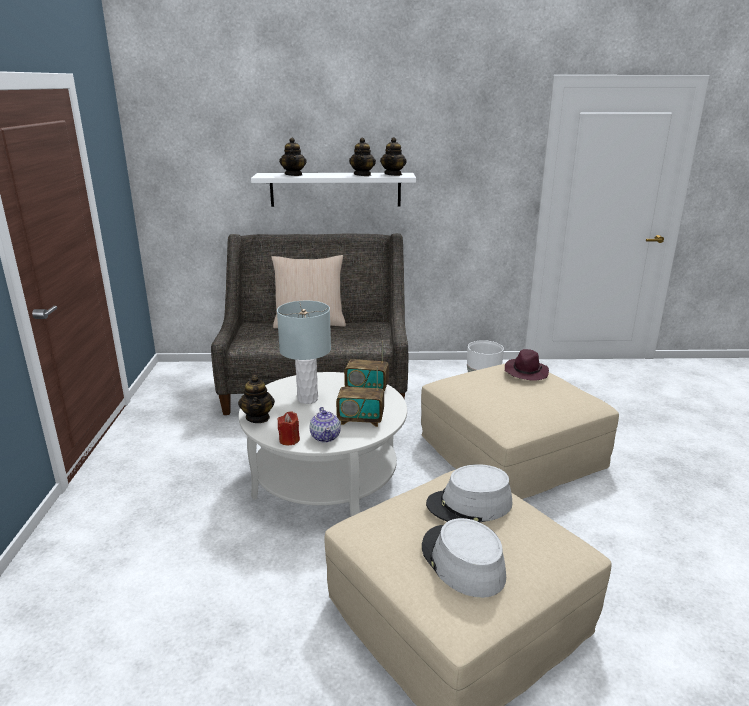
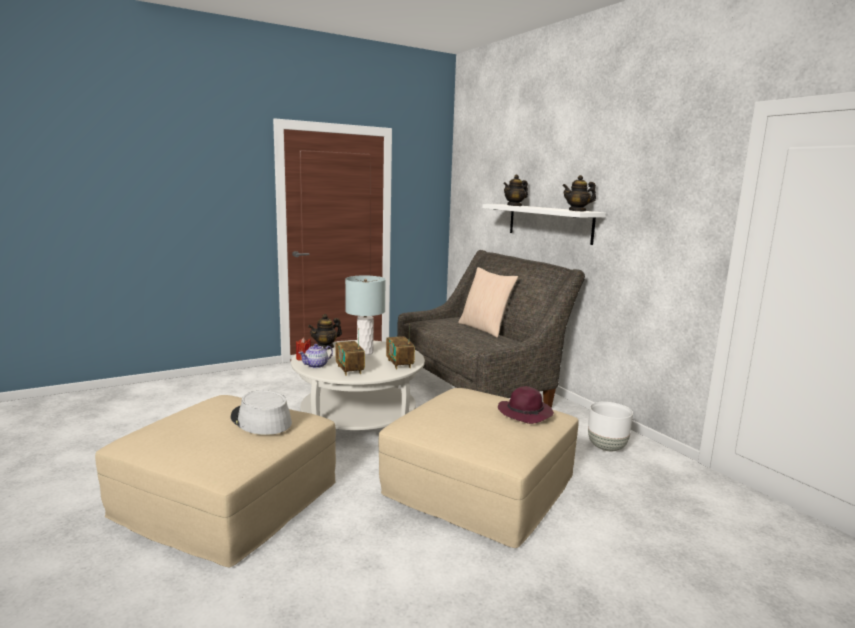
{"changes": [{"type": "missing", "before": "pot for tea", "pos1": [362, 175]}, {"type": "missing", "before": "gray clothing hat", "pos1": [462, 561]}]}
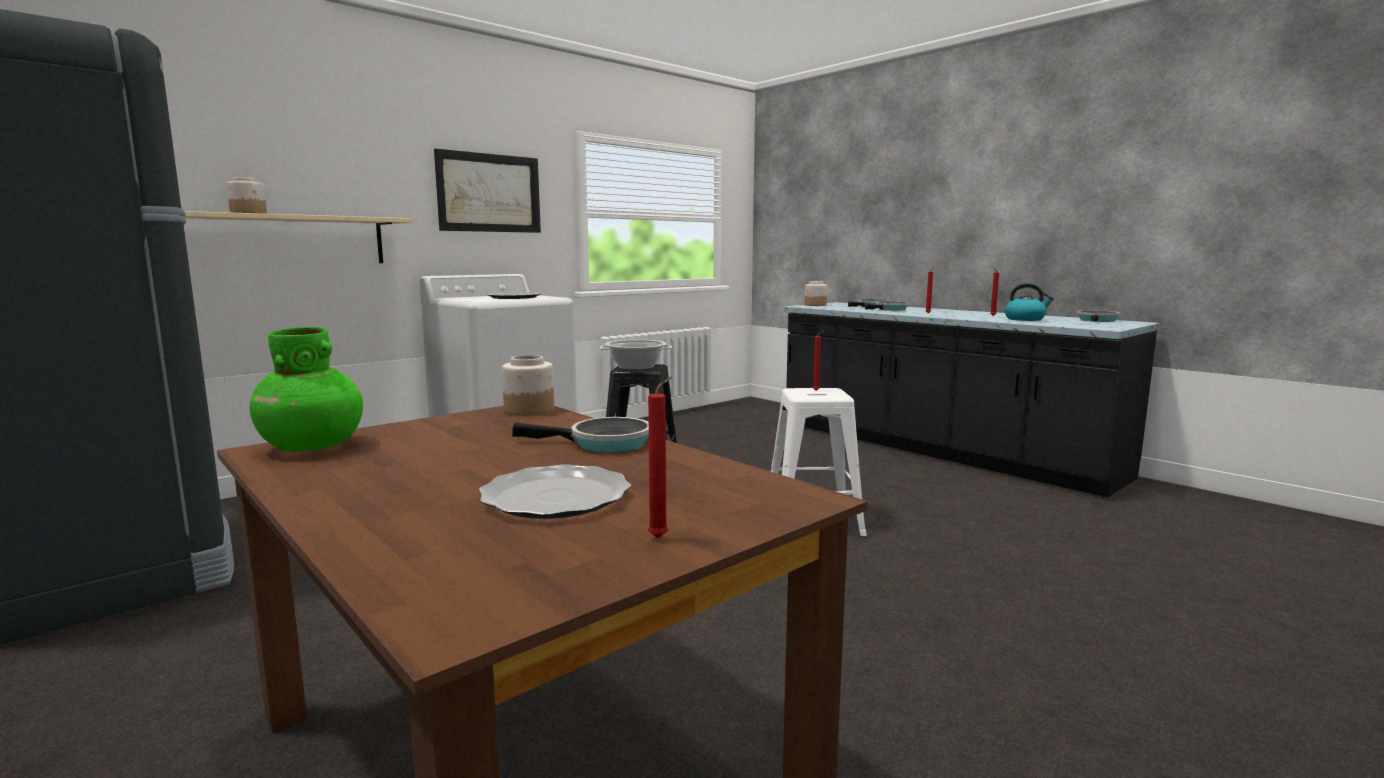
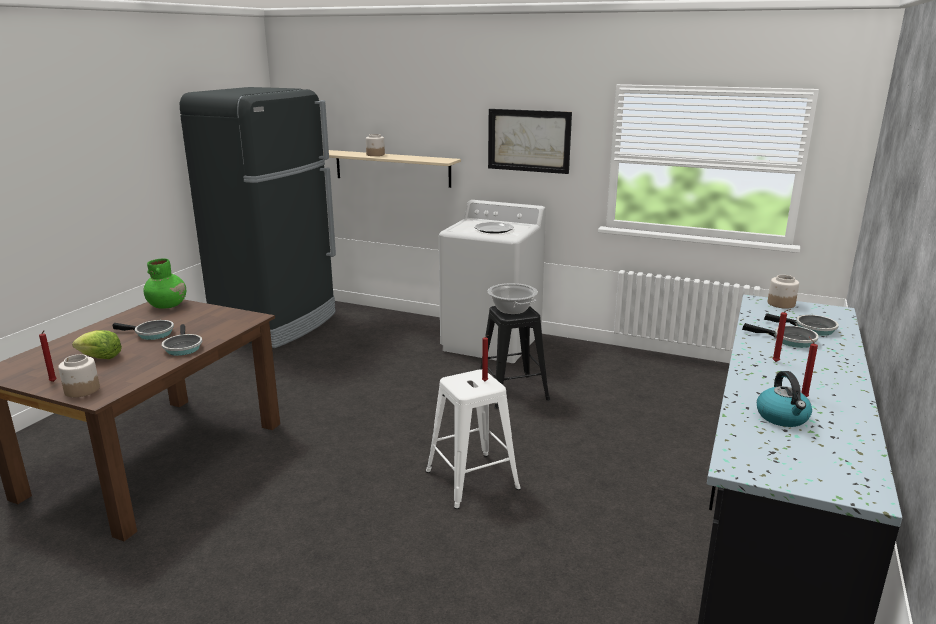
{"changes": [{"type": "relocated", "before": "frying pan", "pos1": [1097, 320], "pos2": [151, 334]}, {"type": "relocated", "before": "jar", "pos1": [528, 410], "pos2": [81, 390]}, {"type": "exchanged", "before": "dinner plate", "after": "lettuce head", "pos1": [557, 497], "pos2": [100, 358]}]}
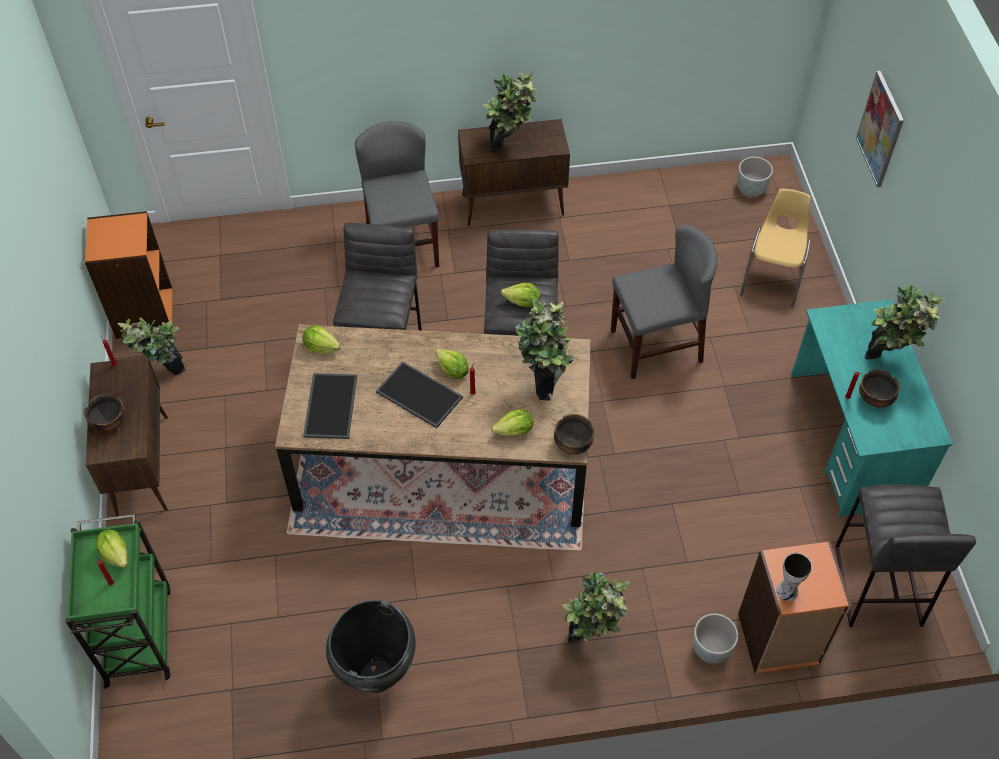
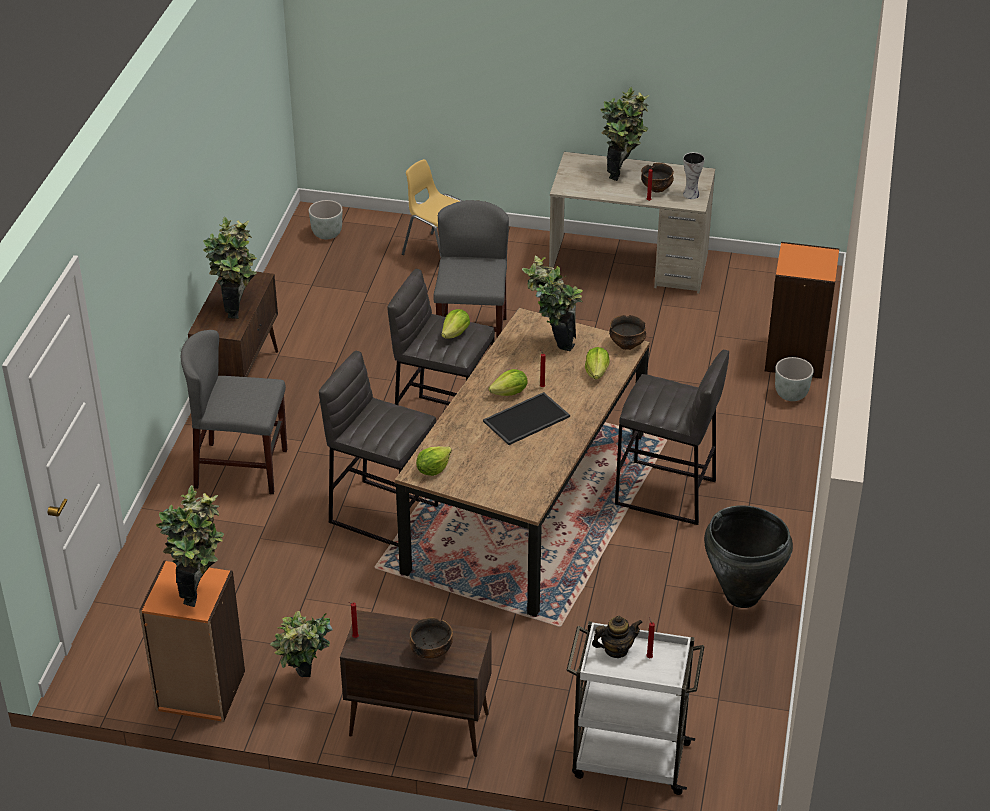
{"changes": [{"type": "missing", "before": "wall art", "pos1": [880, 129]}, {"type": "colour", "before": "blue-green desk table", "after": "beige desk table", "pos1": [851, 439], "pos2": [629, 264]}, {"type": "missing", "before": "serving tray", "pos1": [329, 405]}, {"type": "relocated", "before": "gray stool seat", "pos1": [877, 586], "pos2": [666, 493]}, {"type": "colour", "before": "green wheeled cart", "after": "whitish wheeled cart", "pos1": [138, 633], "pos2": [628, 760]}, {"type": "exchanged", "before": "lettuce head", "after": "pot for tea", "pos1": [116, 554], "pos2": [616, 650]}, {"type": "relocated", "before": "decorative vase", "pos1": [788, 590], "pos2": [691, 194]}, {"type": "relocated", "before": "houseplant", "pos1": [592, 637], "pos2": [199, 588]}]}
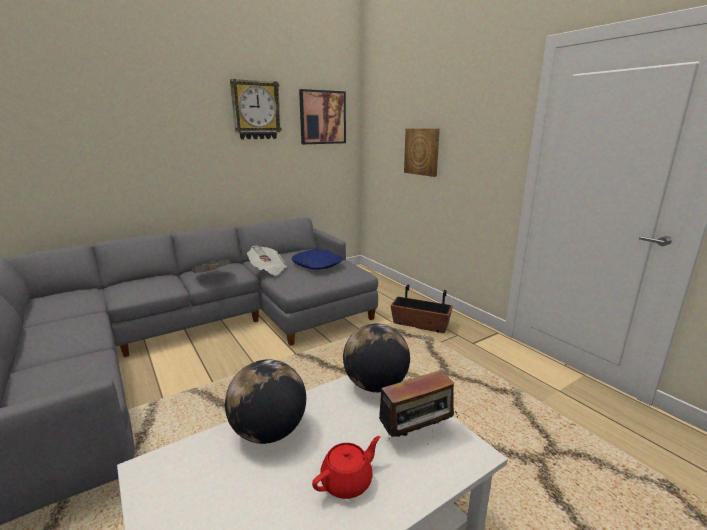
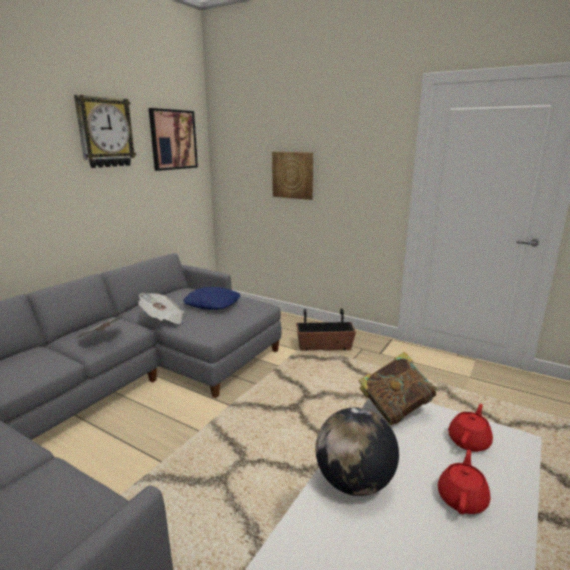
{"changes": [{"type": "exchanged", "before": "world globe", "after": "bound book", "pos1": [375, 385], "pos2": [395, 409]}, {"type": "exchanged", "before": "radio receiver", "after": "reddish pot for tea", "pos1": [416, 435], "pos2": [469, 441]}]}
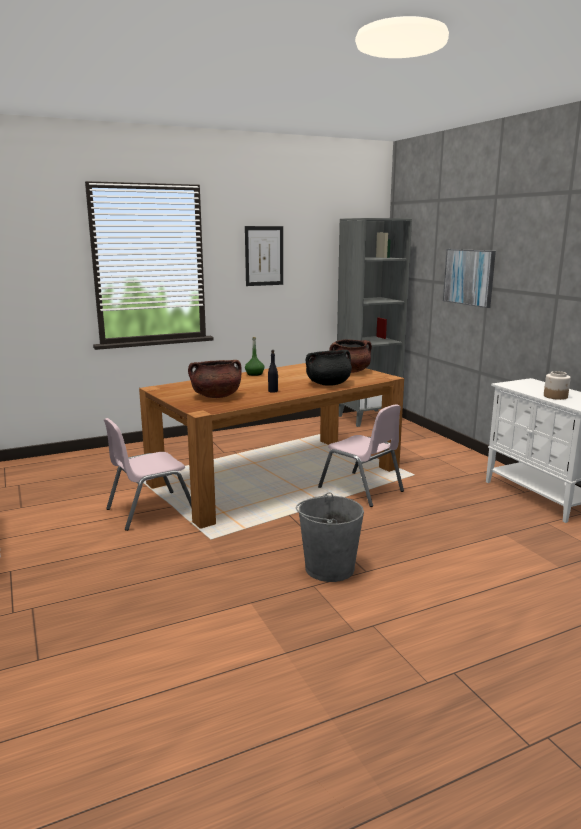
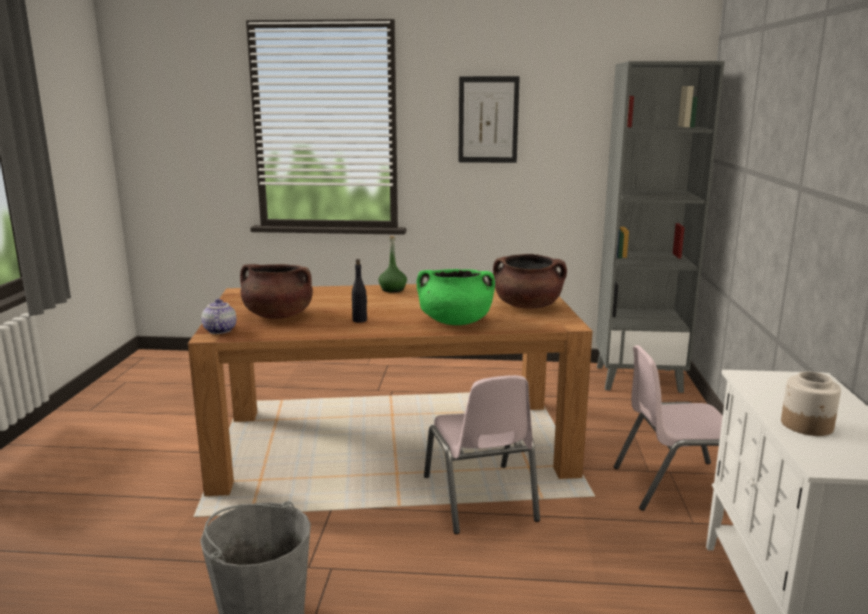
{"changes": [{"type": "missing", "before": "wall art", "pos1": [469, 277]}, {"type": "colour", "before": "blackish saucepot", "after": "green saucepot", "pos1": [328, 384], "pos2": [455, 322]}, {"type": "relocated", "before": "pink-coloured plain chair", "pos1": [150, 510], "pos2": [676, 486]}, {"type": "appeared", "after": "pot for tea", "pos2": [219, 330]}]}
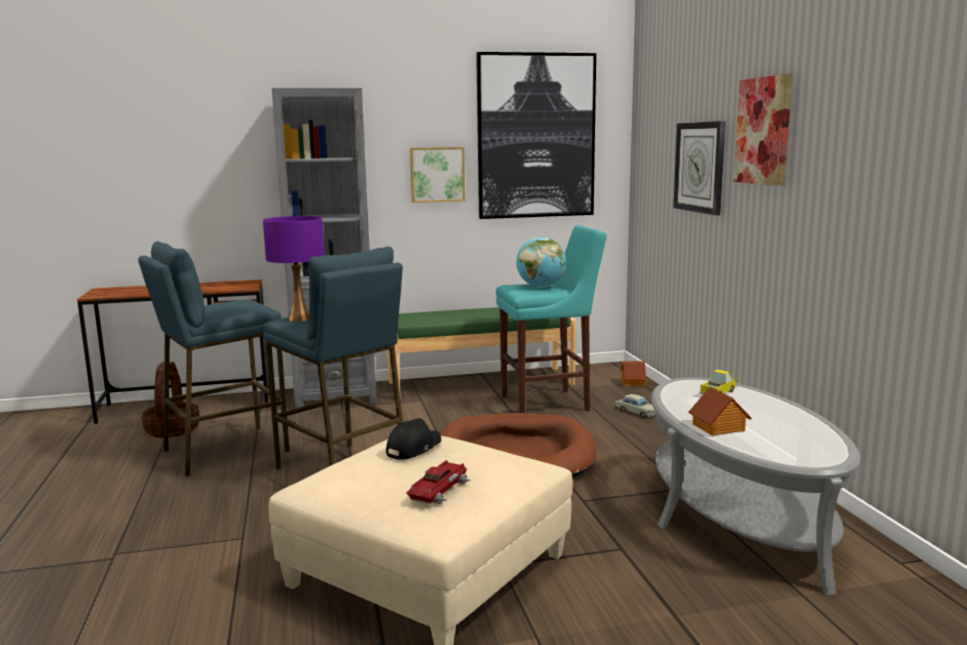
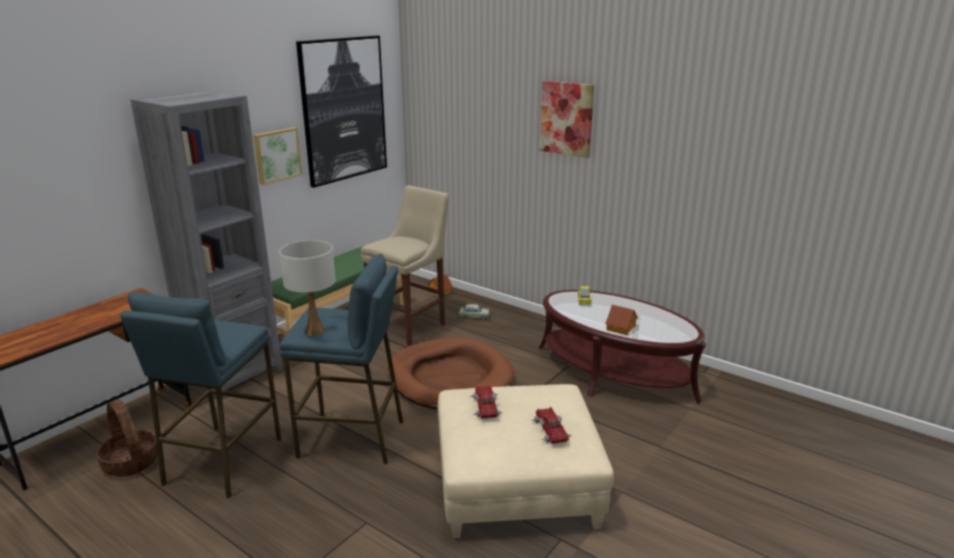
{"changes": [{"type": "missing", "before": "clock on the wall", "pos1": [700, 167]}, {"type": "colour", "before": "purplish lamp for a table", "after": "whitish lamp for a table", "pos1": [299, 319], "pos2": [314, 331]}, {"type": "colour", "before": "blue-green stool seat", "after": "beige stool seat", "pos1": [549, 403], "pos2": [411, 326]}, {"type": "missing", "before": "world globe", "pos1": [541, 287]}, {"type": "colour", "before": "gray coffee table", "after": "brown-coloured coffee table", "pos1": [738, 516], "pos2": [614, 373]}, {"type": "exchanged", "before": "blackish peaked cap", "after": "model car", "pos1": [413, 448], "pos2": [485, 406]}]}
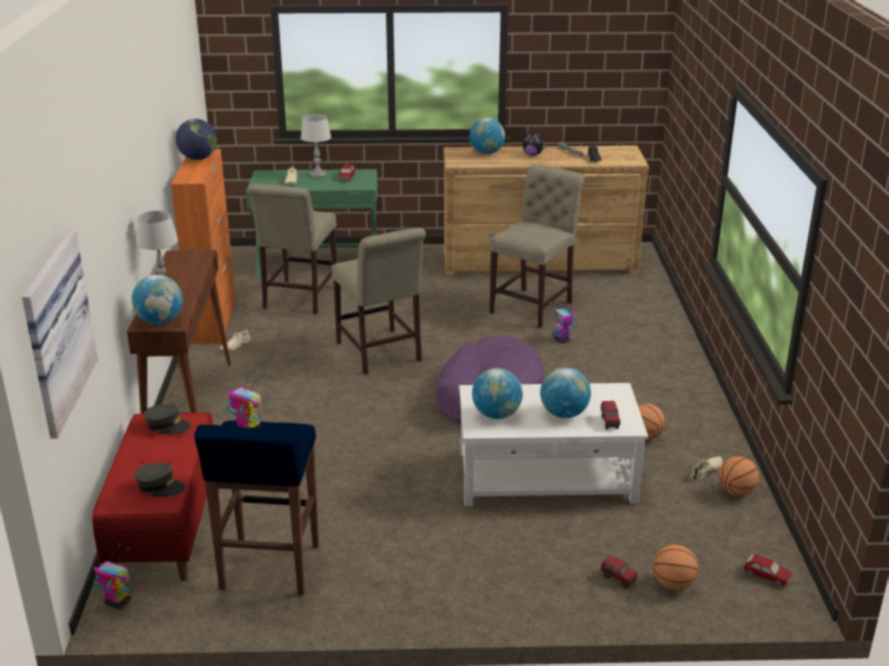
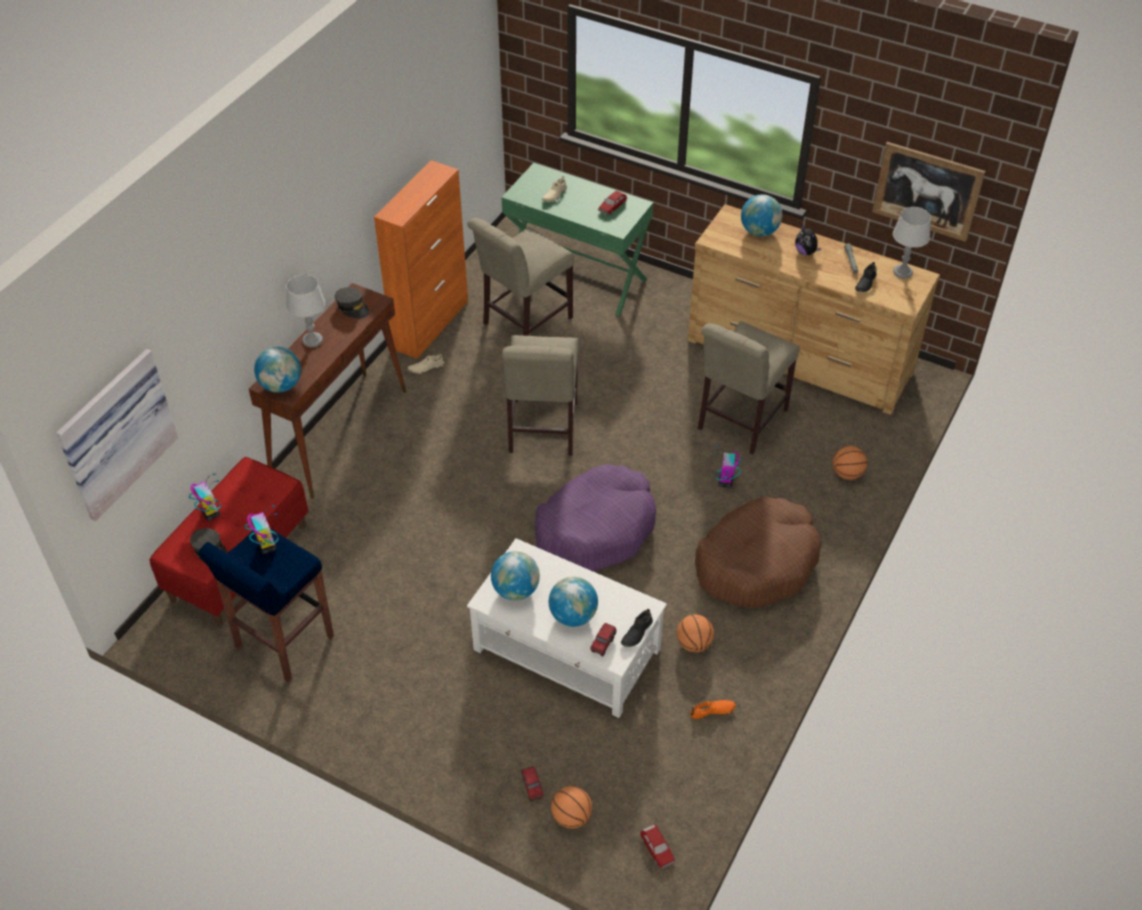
{"changes": [{"type": "relocated", "before": "gray lamp for a table", "pos1": [318, 175], "pos2": [902, 272]}, {"type": "missing", "before": "world globe", "pos1": [198, 158]}, {"type": "spun", "before": "beige plain chair", "pos1": [534, 306], "pos2": [739, 422], "turn": 150}, {"type": "relocated", "before": "gray peaked cap", "pos1": [167, 425], "pos2": [352, 307]}, {"type": "colour", "before": "beige low shoe", "after": "orange low shoe", "pos1": [706, 471], "pos2": [712, 711]}, {"type": "relocated", "before": "basketball ball", "pos1": [736, 492], "pos2": [847, 474]}, {"type": "relocated", "before": "toy robot", "pos1": [117, 602], "pos2": [210, 513]}, {"type": "appeared", "after": "wall art", "pos2": [927, 191]}, {"type": "appeared", "after": "brown-coloured pet bed", "pos2": [756, 563]}, {"type": "appeared", "after": "blackish low shoe", "pos2": [636, 632]}]}
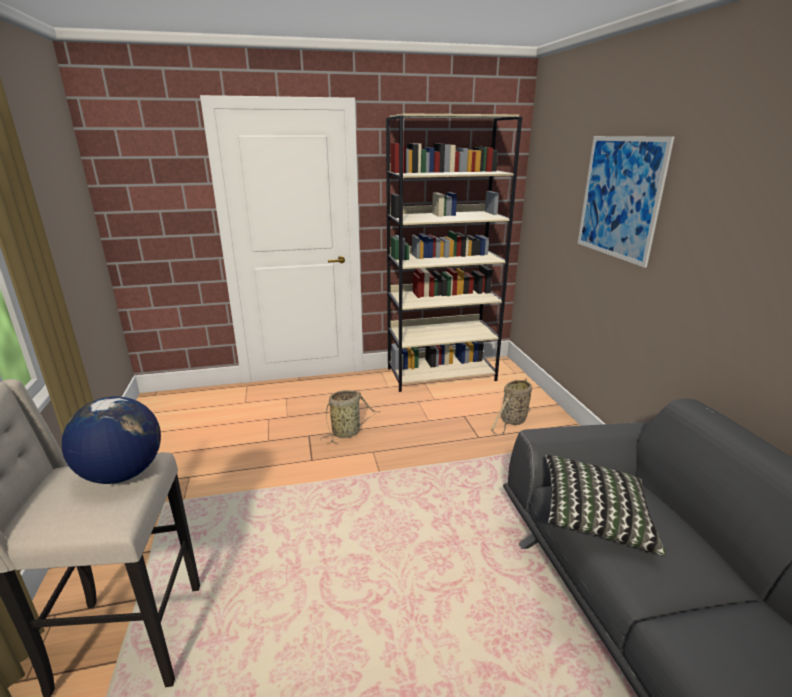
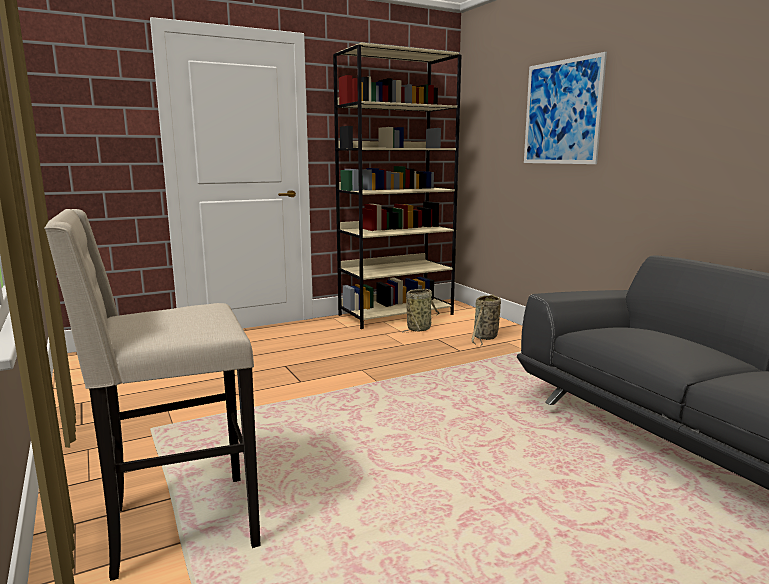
{"changes": [{"type": "relocated", "before": "basket", "pos1": [348, 432], "pos2": [420, 328]}, {"type": "missing", "before": "world globe", "pos1": [122, 474]}, {"type": "missing", "before": "throw pillow", "pos1": [594, 517]}]}
